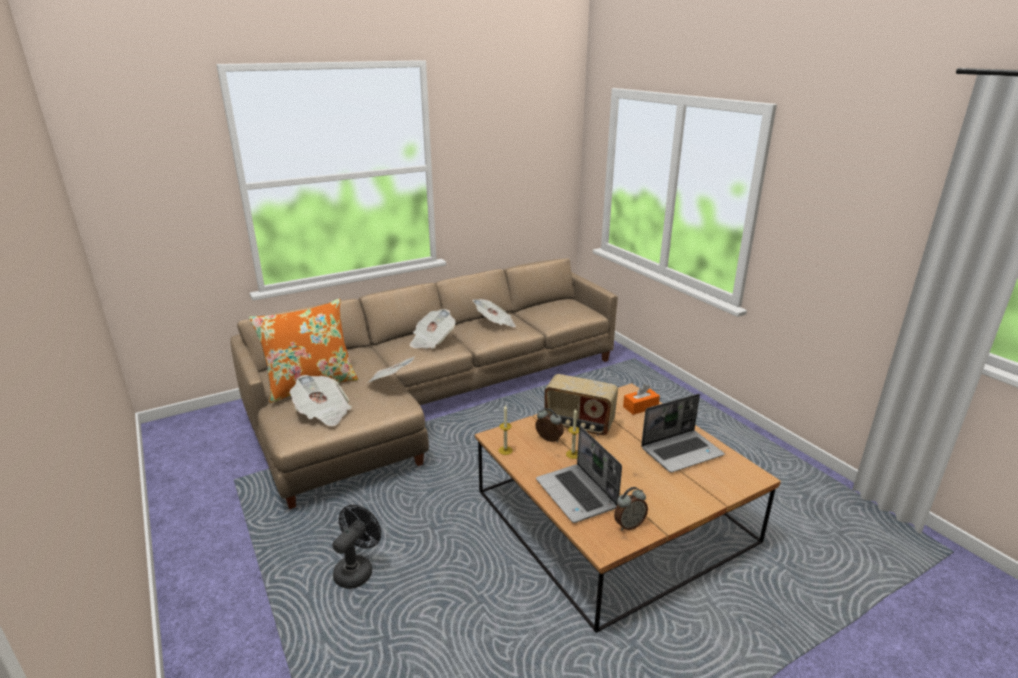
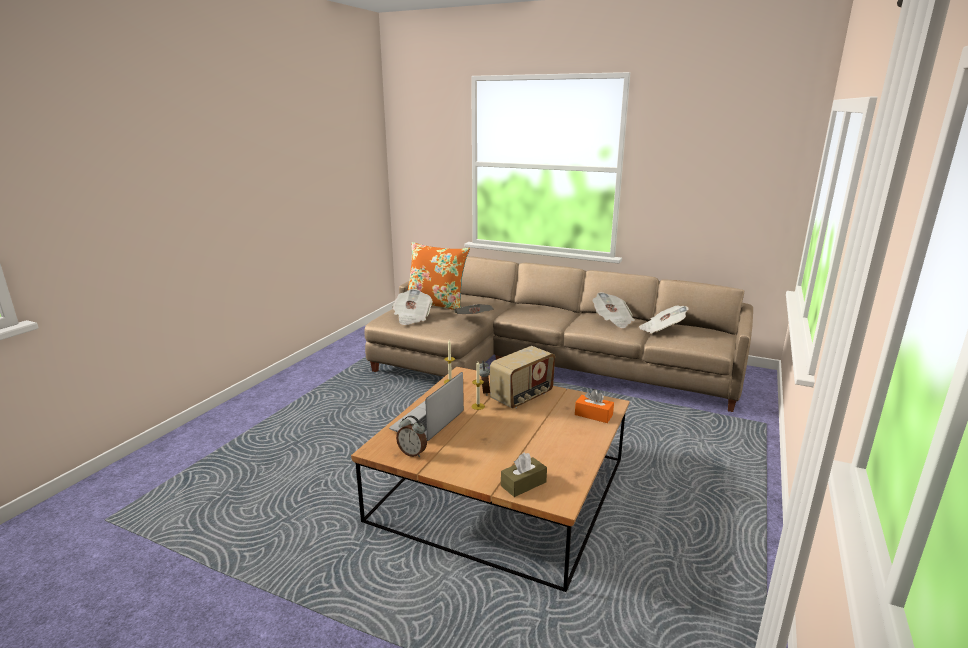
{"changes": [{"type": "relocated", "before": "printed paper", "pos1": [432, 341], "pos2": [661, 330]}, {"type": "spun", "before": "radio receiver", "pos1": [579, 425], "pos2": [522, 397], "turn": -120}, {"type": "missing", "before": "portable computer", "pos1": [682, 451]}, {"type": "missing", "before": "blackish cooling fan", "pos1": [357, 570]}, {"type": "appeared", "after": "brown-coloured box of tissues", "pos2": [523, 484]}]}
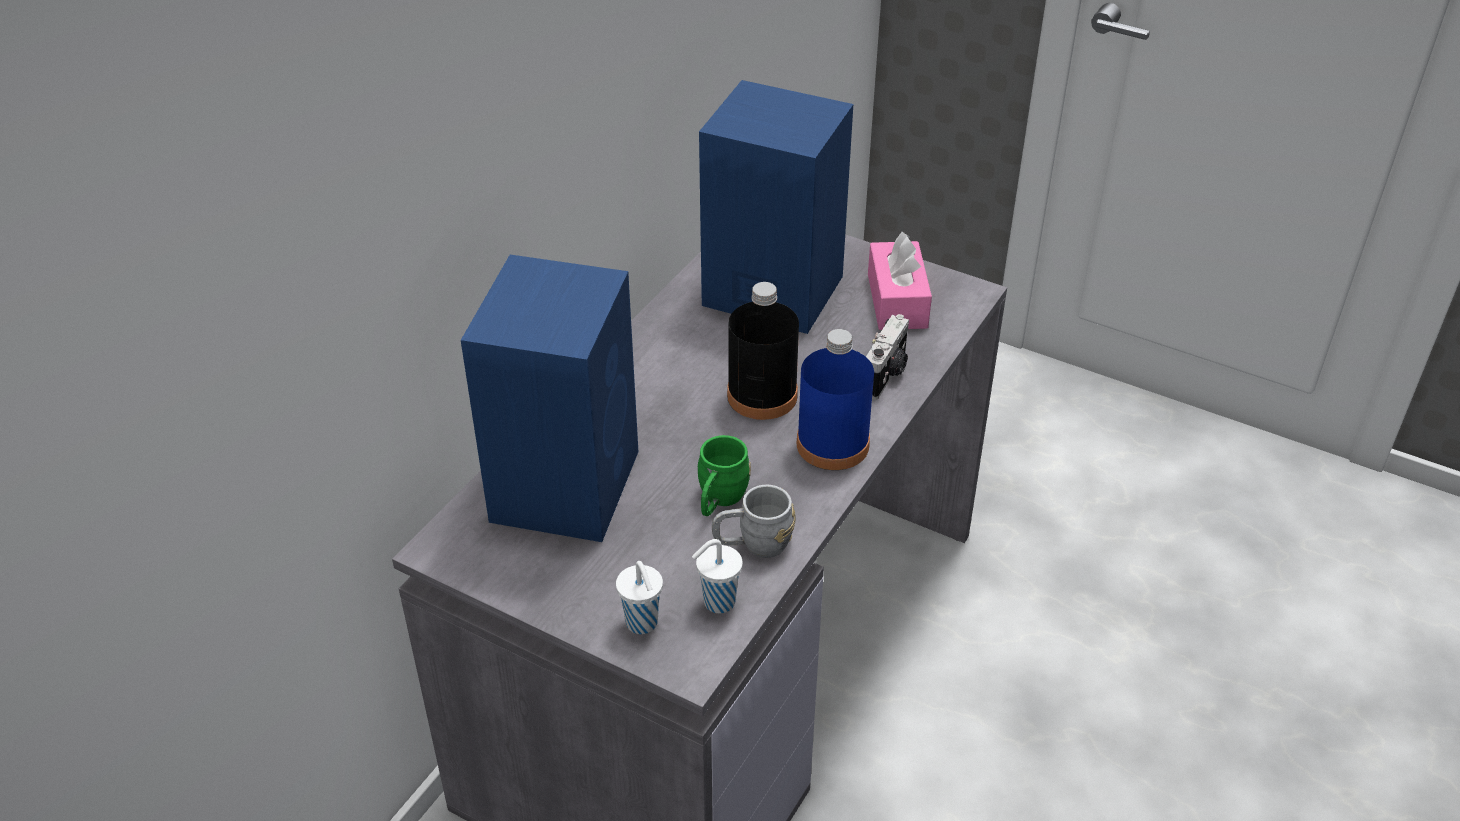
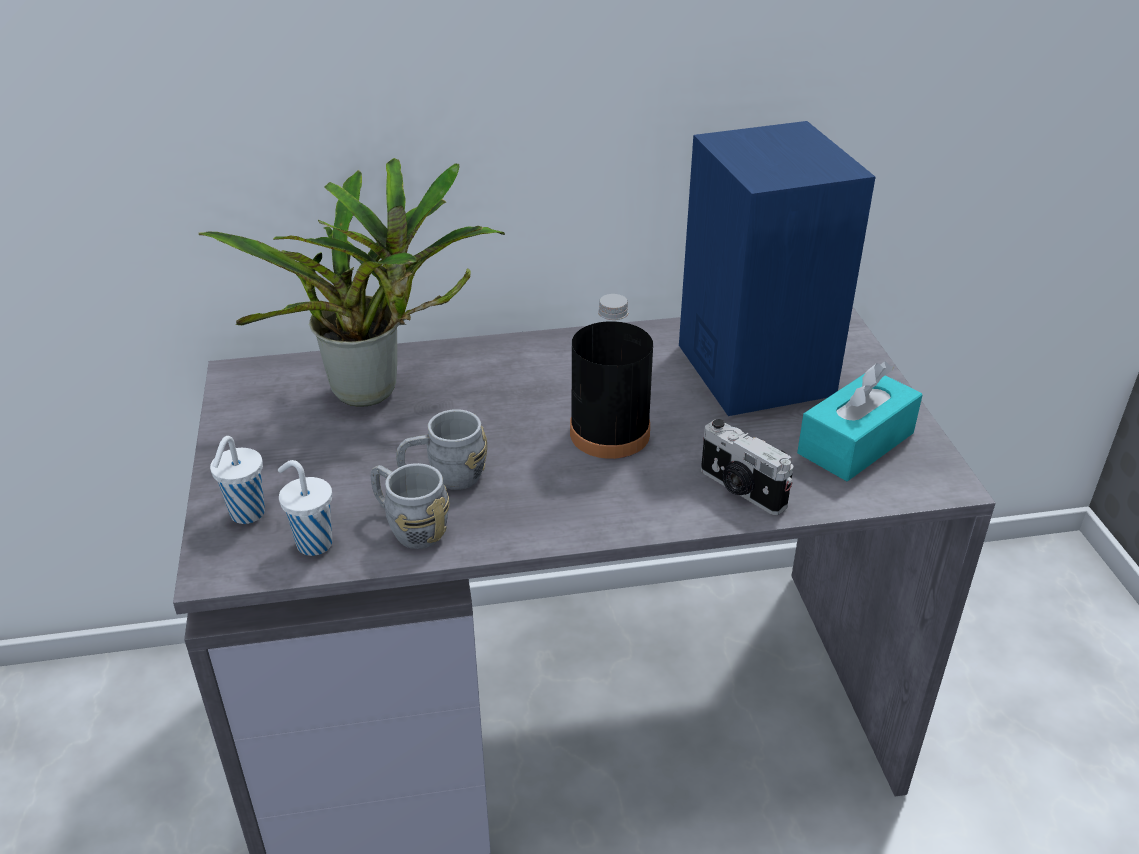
{"changes": [{"type": "colour", "before": "pink-coloured box of tissues", "after": "blue-green box of tissues", "pos1": [897, 301], "pos2": [855, 443]}, {"type": "exchanged", "before": "blue-coloured speaker", "after": "houseplant", "pos1": [566, 483], "pos2": [375, 392]}, {"type": "spun", "before": "still camera", "pos1": [886, 375], "pos2": [740, 490], "turn": 60}, {"type": "missing", "before": "blue-coloured beverage bottle", "pos1": [832, 444]}, {"type": "colour", "before": "green coffee mug", "after": "gray coffee mug", "pos1": [719, 500], "pos2": [444, 478]}]}
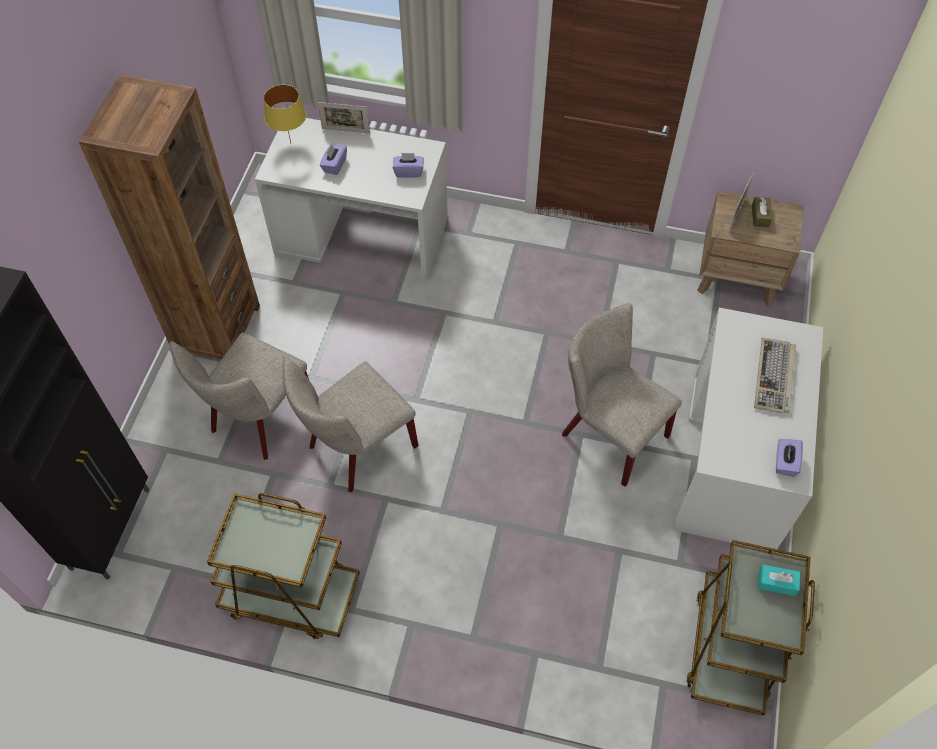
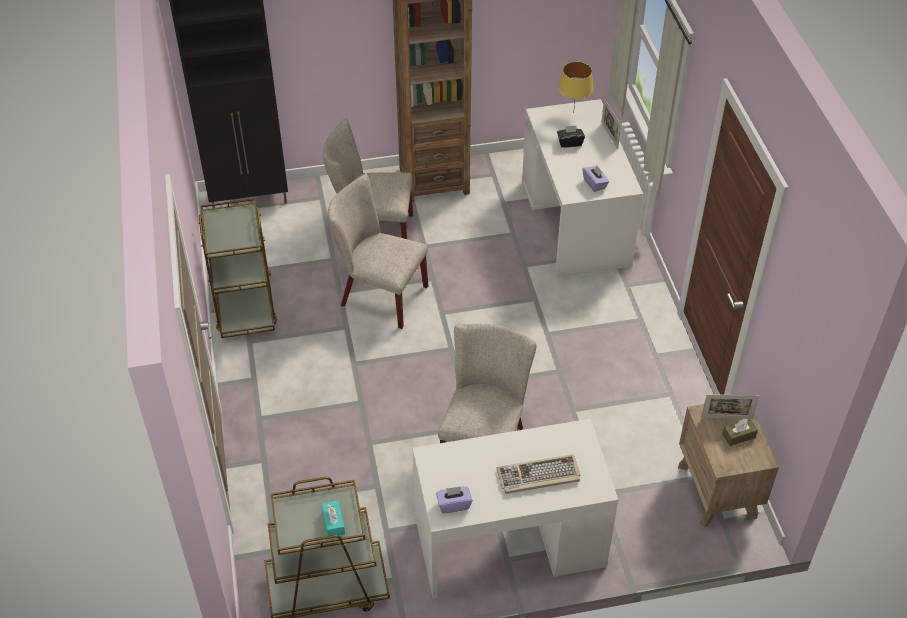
{"changes": [{"type": "colour", "before": "purplish box of tissues", "after": "blackish box of tissues", "pos1": [334, 165], "pos2": [570, 143]}]}
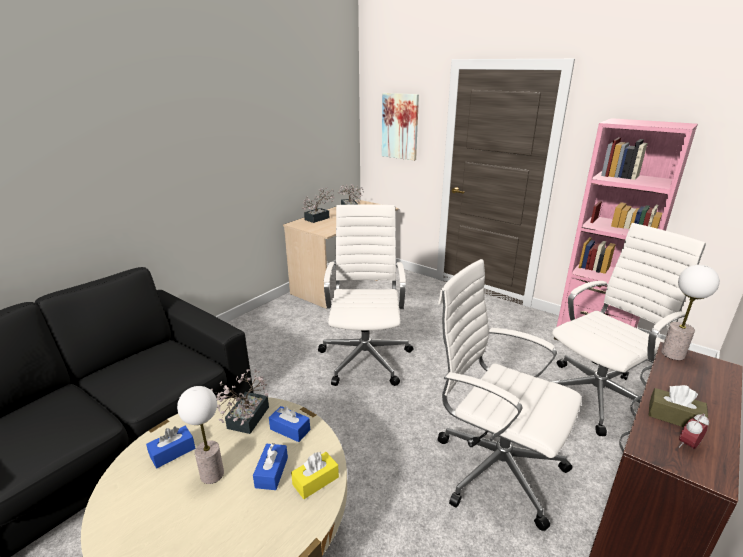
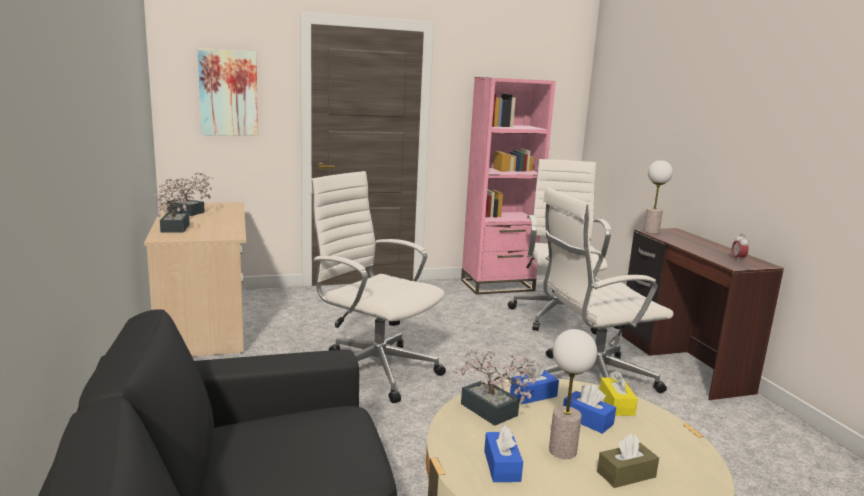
{"changes": [{"type": "relocated", "before": "brown-coloured box of tissues", "pos1": [674, 417], "pos2": [626, 474]}]}
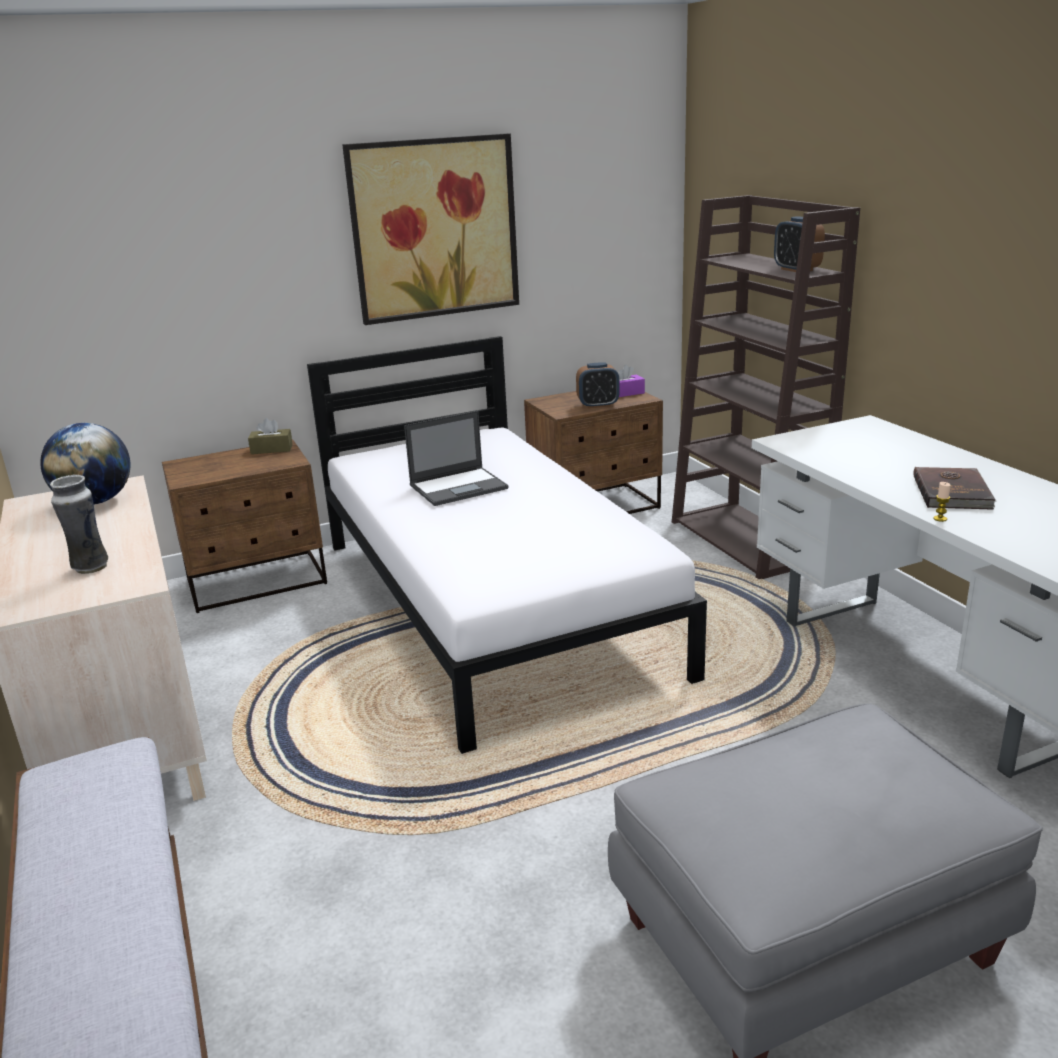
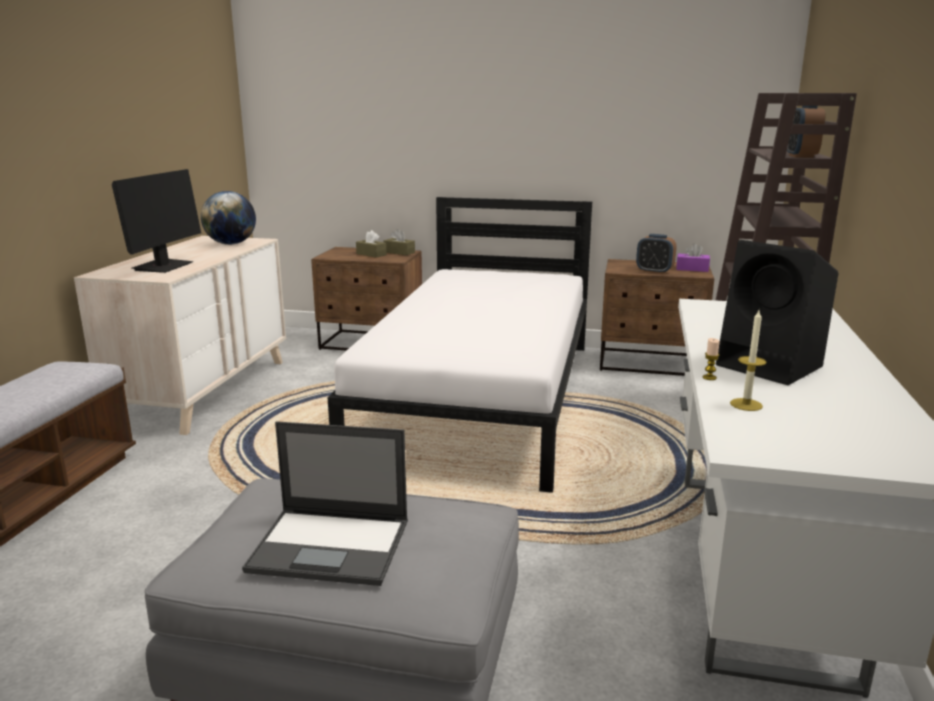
{"changes": [{"type": "missing", "before": "wall art", "pos1": [434, 229]}, {"type": "relocated", "before": "portable computer", "pos1": [459, 487], "pos2": [332, 546]}, {"type": "exchanged", "before": "brown-coloured bound book", "after": "blackish speaker", "pos1": [953, 492], "pos2": [772, 366]}, {"type": "exchanged", "before": "decorative vase", "after": "computer display", "pos1": [90, 568], "pos2": [163, 266]}, {"type": "appeared", "after": "brown-coloured box of tissues", "pos2": [371, 254]}, {"type": "appeared", "after": "wax candle", "pos2": [746, 404]}]}
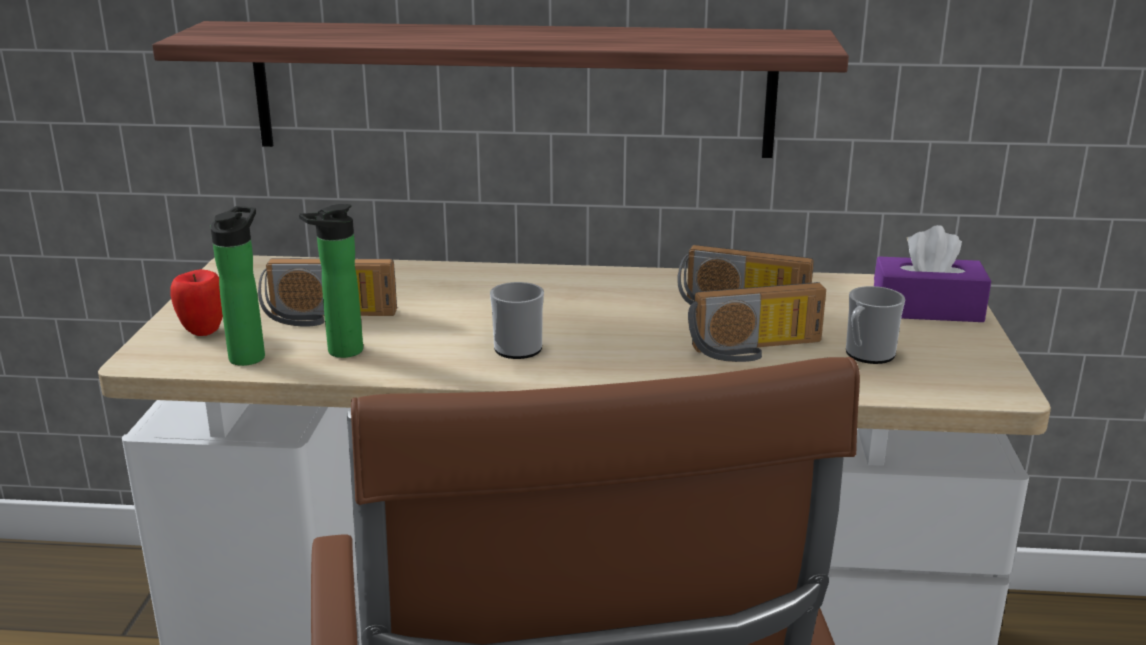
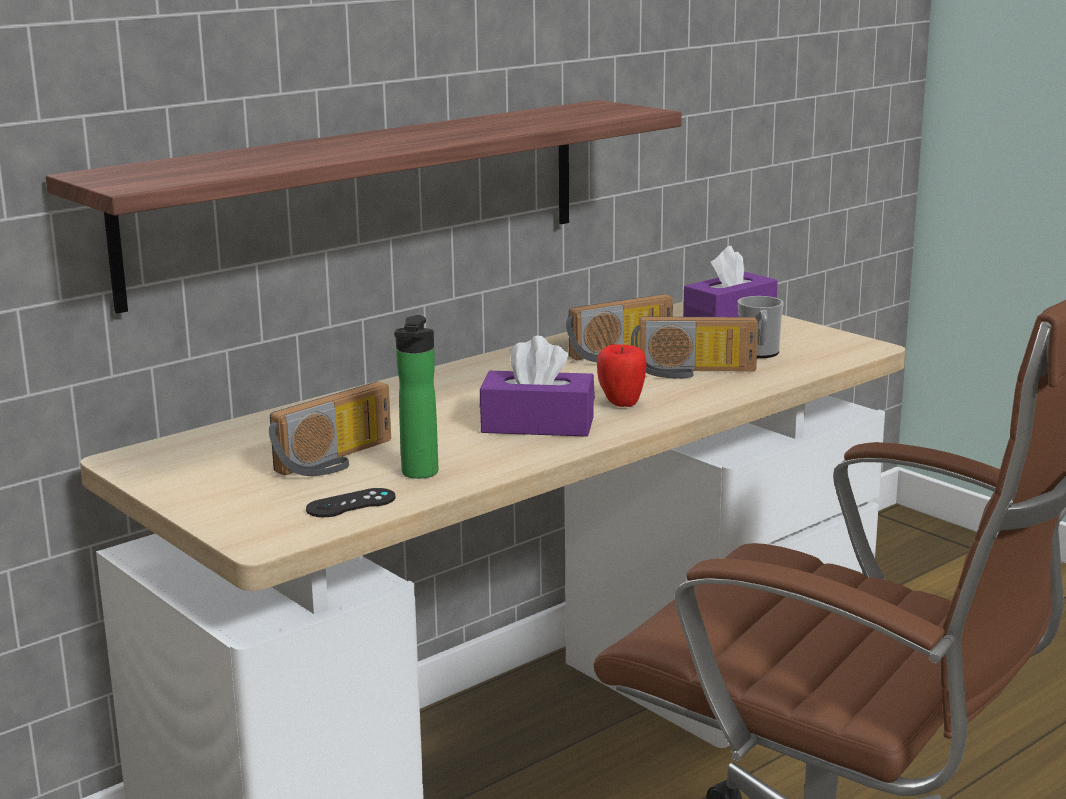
{"changes": [{"type": "exchanged", "before": "beverage bottle", "after": "blackish gamepad", "pos1": [250, 356], "pos2": [351, 504]}, {"type": "relocated", "before": "whole apple", "pos1": [203, 331], "pos2": [621, 404]}, {"type": "exchanged", "before": "coffee mug", "after": "purplish box of tissues", "pos1": [514, 346], "pos2": [537, 425]}, {"type": "spun", "before": "radio receiver", "pos1": [756, 350], "pos2": [693, 372], "turn": 60}]}
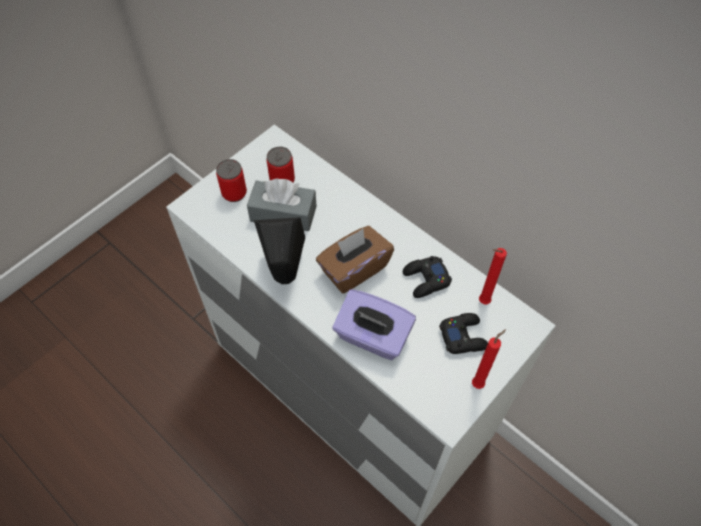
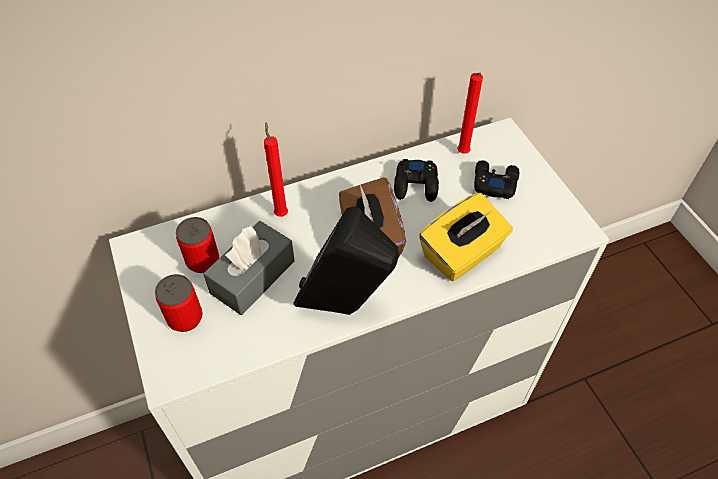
{"changes": [{"type": "colour", "before": "purplish box of tissues", "after": "yellow-coloured box of tissues", "pos1": [372, 337], "pos2": [462, 254]}, {"type": "relocated", "before": "reddish wax candle", "pos1": [479, 383], "pos2": [281, 213]}]}
